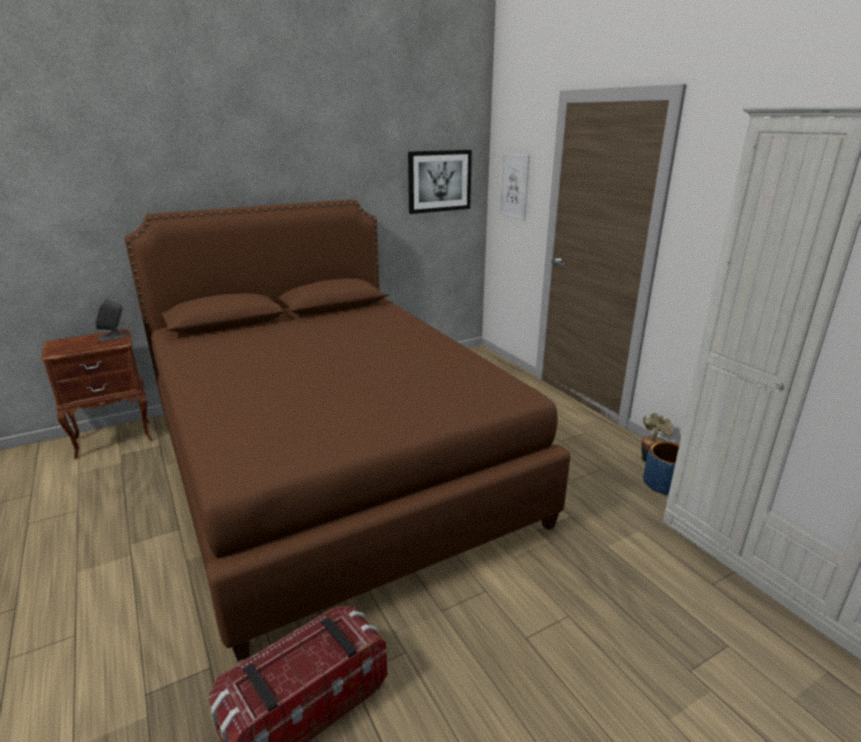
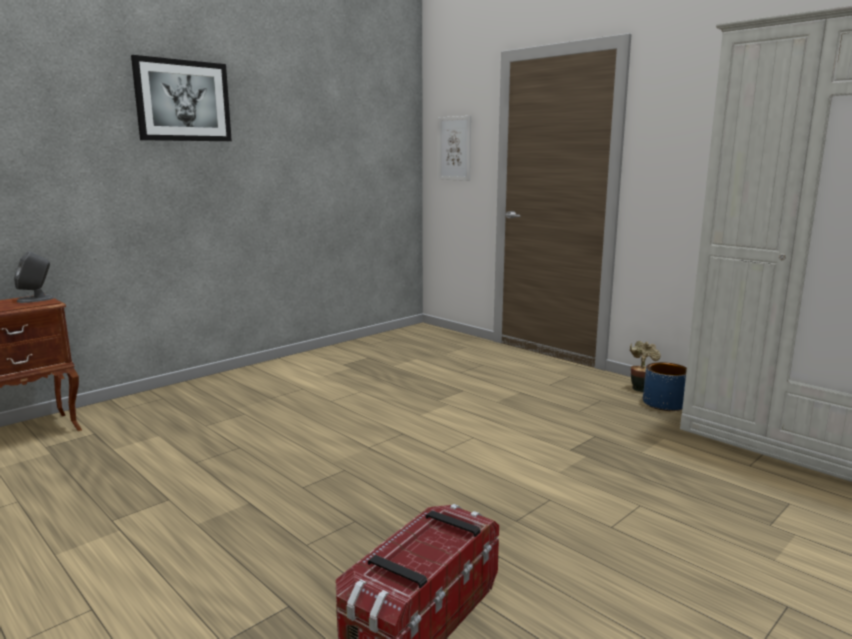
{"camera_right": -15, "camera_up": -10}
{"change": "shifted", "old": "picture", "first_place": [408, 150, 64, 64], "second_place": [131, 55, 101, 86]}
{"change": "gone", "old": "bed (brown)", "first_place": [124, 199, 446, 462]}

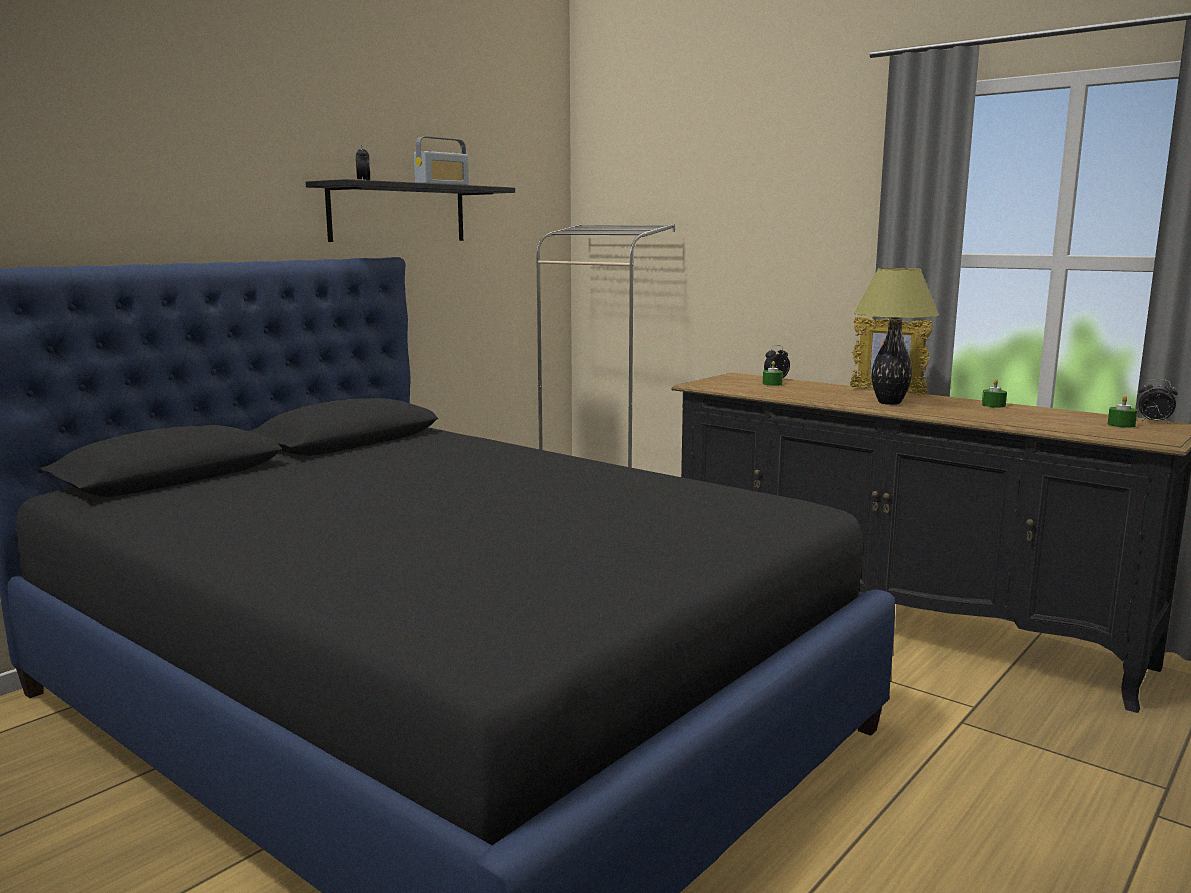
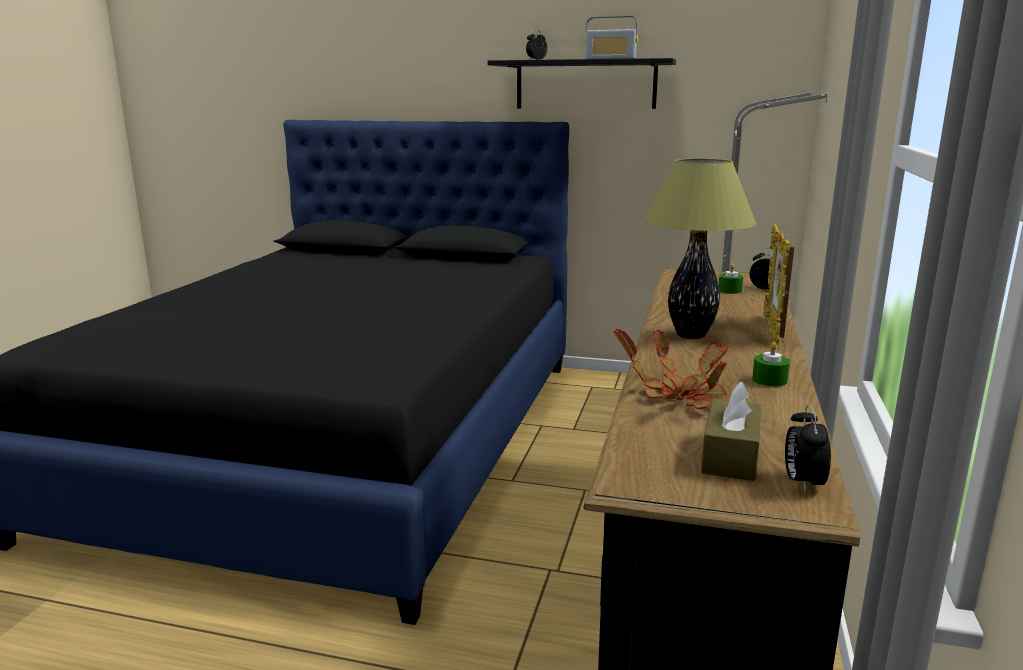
{"camera_right": 65, "camera_up": 5}
{"change": "new", "new": "potted plant", "second_place": [613, 328, 117, 81]}
{"change": "swapped", "old": "candle (green)", "new": "tissue box (brown)", "first_place": [1107, 396, 31, 32], "second_place": [701, 381, 61, 100]}

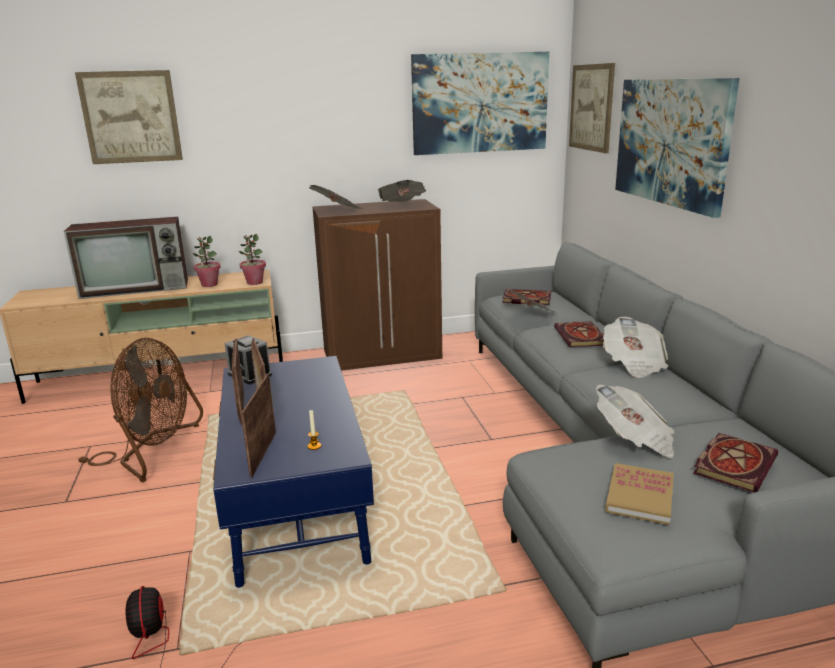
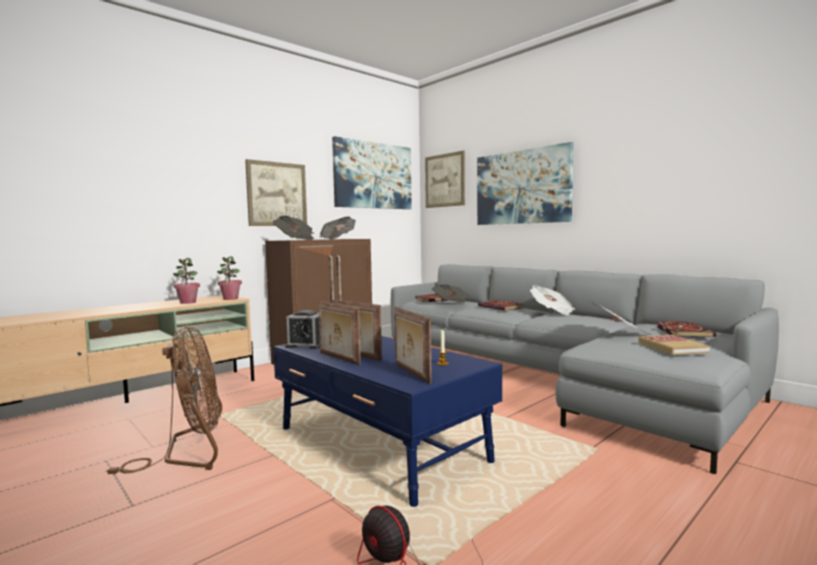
{"camera_right": -30, "camera_up": -15}
{"change": "shifted", "old": "picture", "first_place": [75, 70, 108, 94], "second_place": [245, 159, 62, 67]}
{"change": "gone", "old": "television", "first_place": [64, 217, 124, 82]}

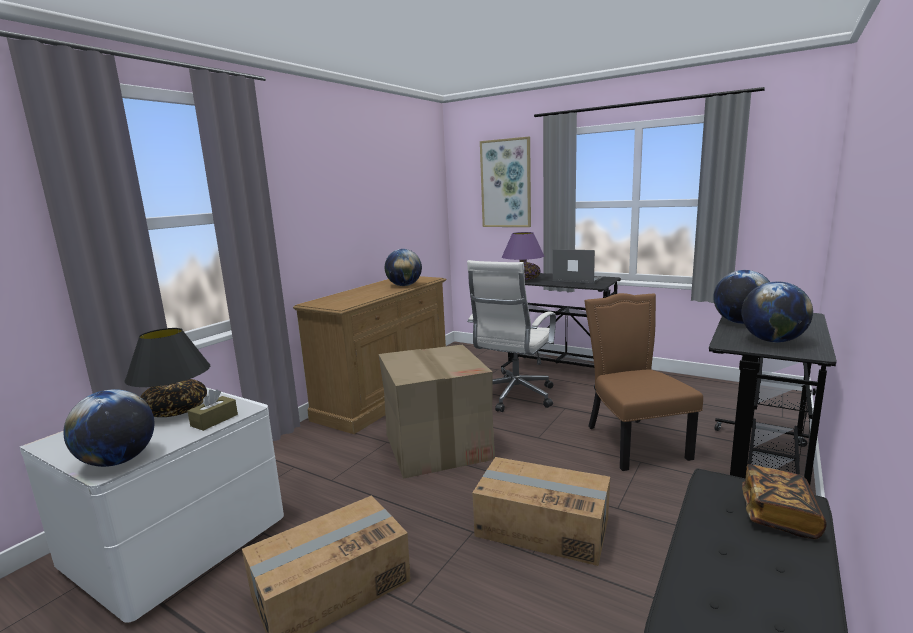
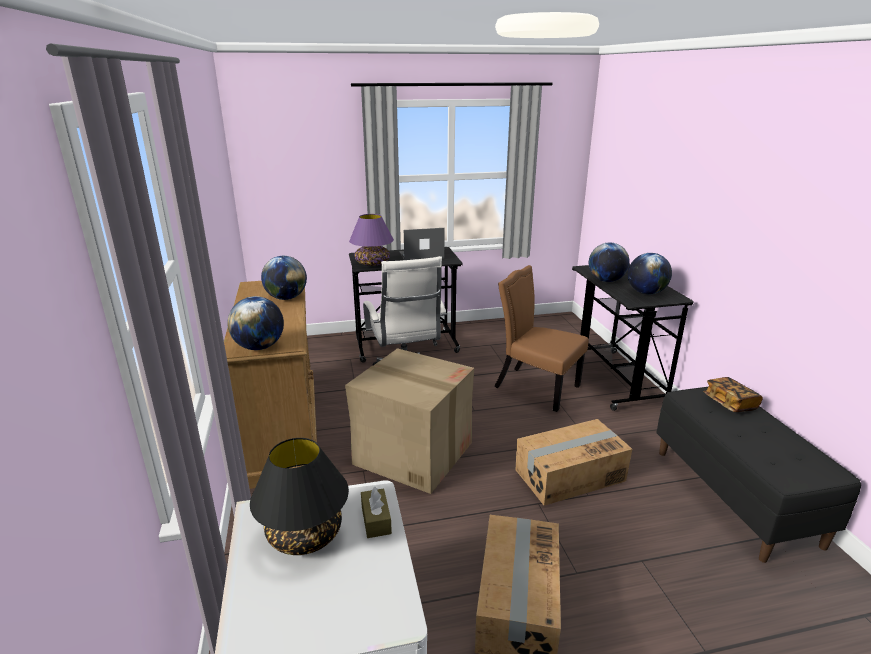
{"camera_right": -45, "camera_up": 10}
{"change": "shifted", "old": "globe", "first_place": [63, 389, 91, 78], "second_place": [227, 296, 57, 54]}
{"change": "gone", "old": "picture", "first_place": [480, 137, 51, 90]}

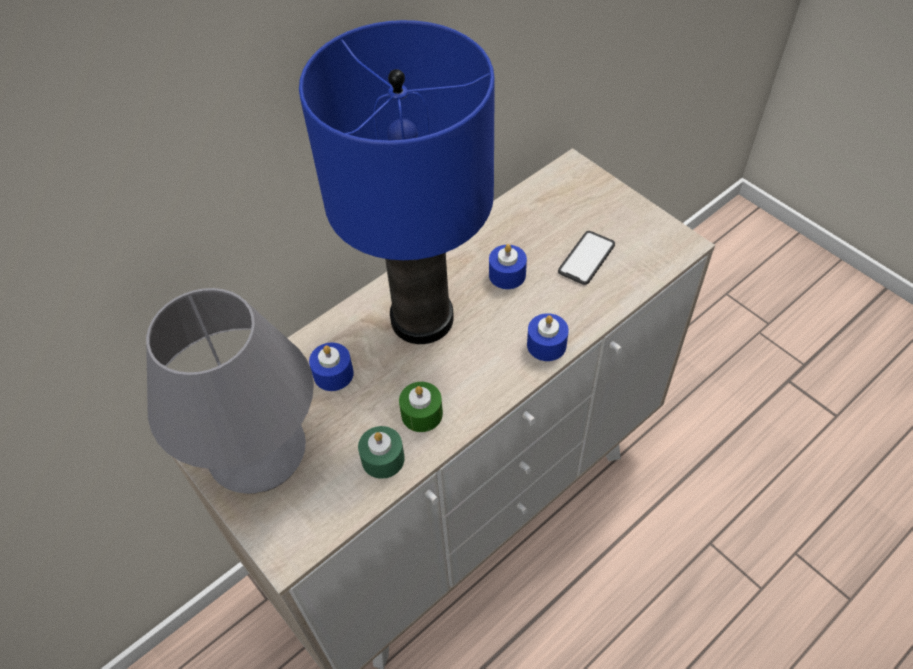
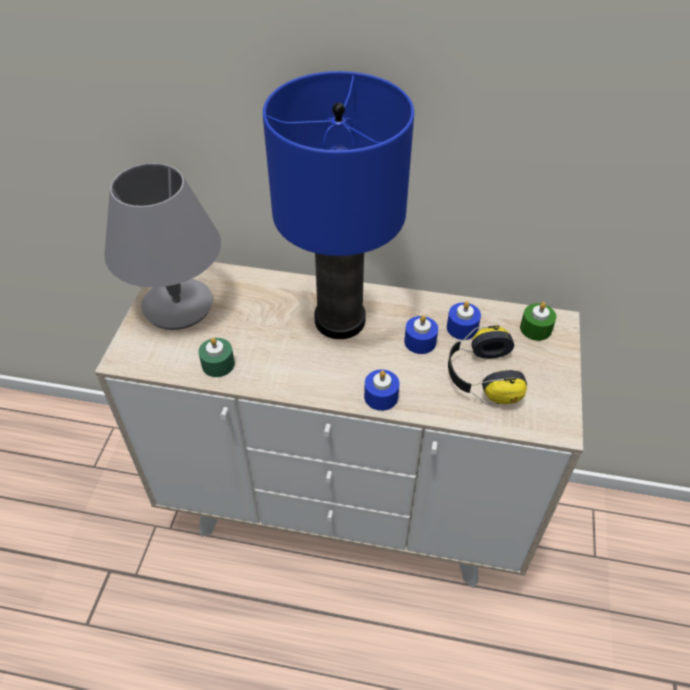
{"camera_right": 50, "camera_up": -5}
{"change": "shifted", "old": "candle (blue)", "first_place": [309, 342, 45, 49], "second_place": [447, 301, 34, 39]}
{"change": "swapped", "old": "phone", "new": "headphones", "first_place": [558, 231, 57, 54], "second_place": [448, 325, 79, 79]}
{"change": "shifted", "old": "candle (green)", "first_place": [399, 382, 44, 50], "second_place": [520, 302, 36, 39]}

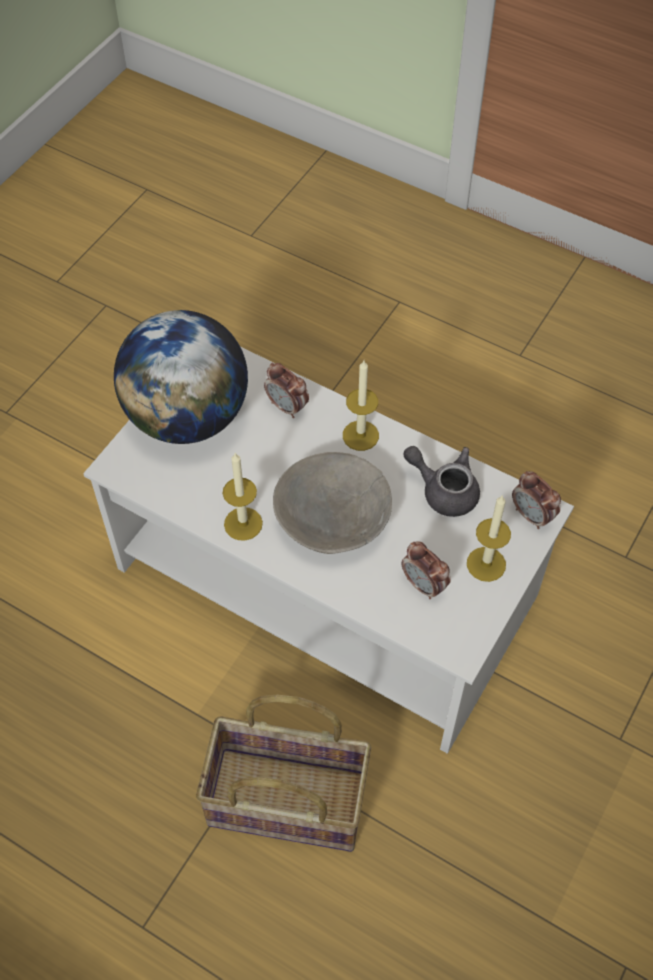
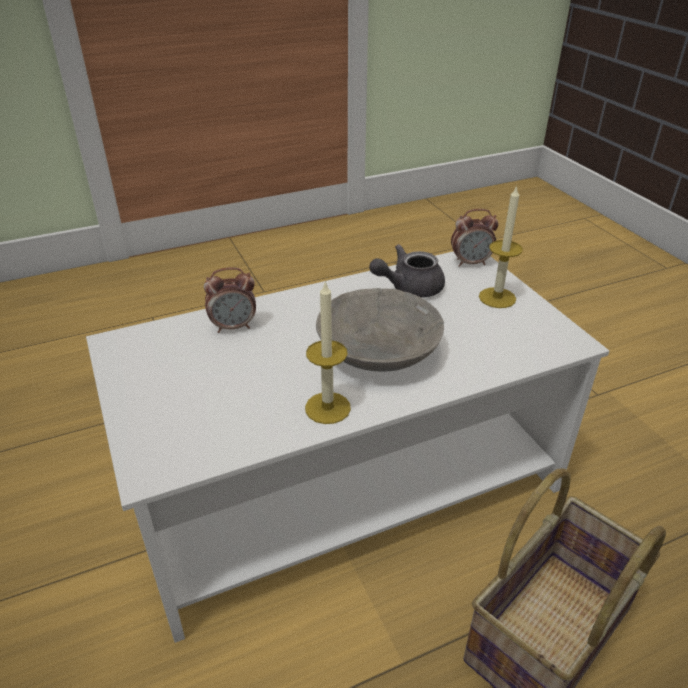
{"camera_right": -55, "camera_up": -20}
{"change": "gone", "old": "globe", "first_place": [114, 310, 134, 134]}
{"change": "gone", "old": "candle", "first_place": [343, 361, 36, 90]}
{"change": "gone", "old": "alarm clock", "first_place": [401, 541, 50, 58]}

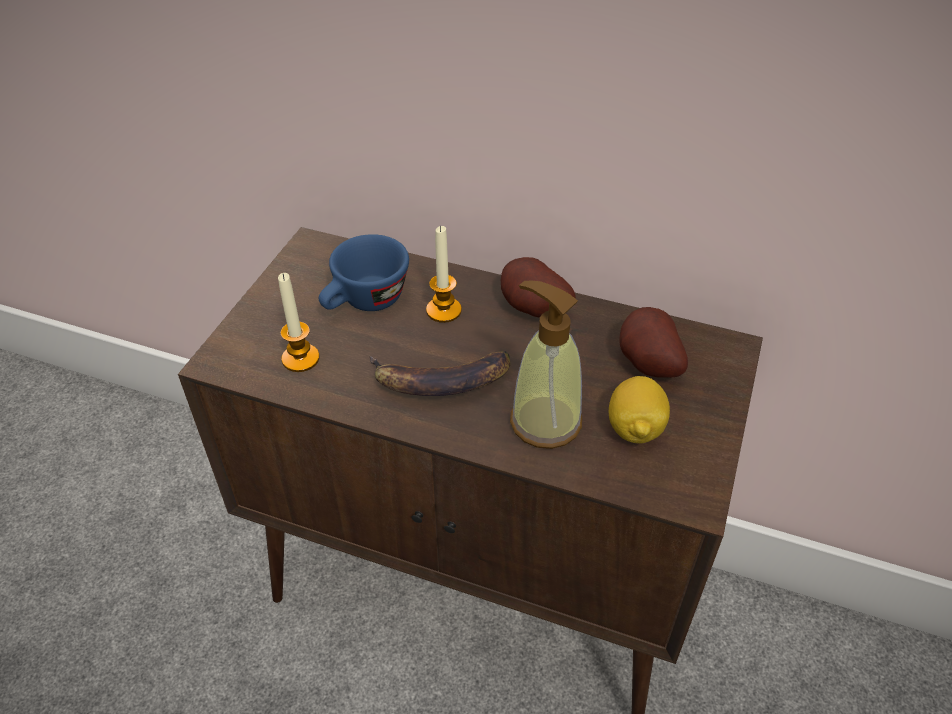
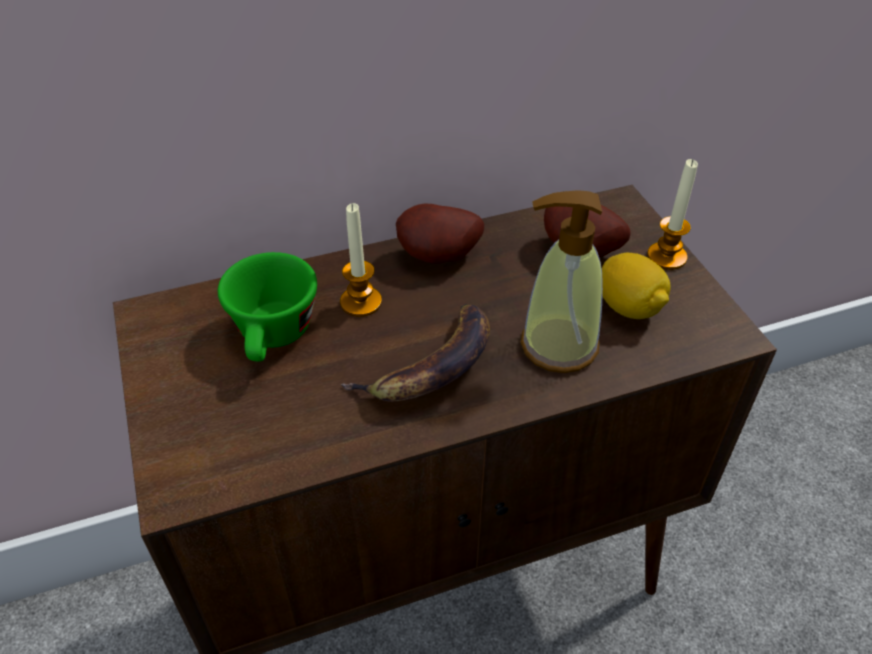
{"camera_right": -40, "camera_up": 0}
{"change": "repainted", "old": "cup (blue)", "new": "cup (green)", "first_place": [319, 234, 90, 77], "second_place": [218, 252, 99, 110]}
{"change": "shifted", "old": "candle", "first_place": [278, 273, 42, 99], "second_place": [647, 159, 51, 111]}

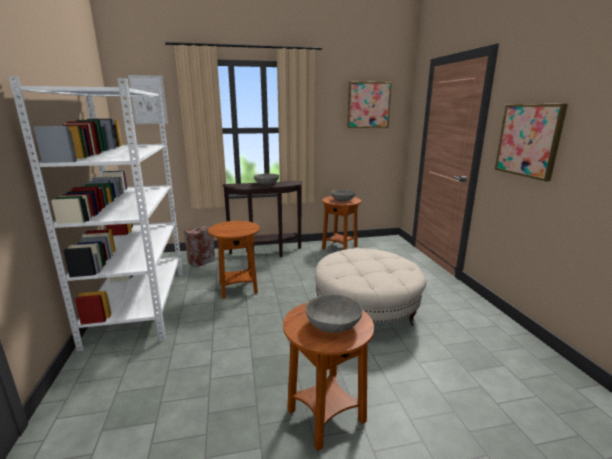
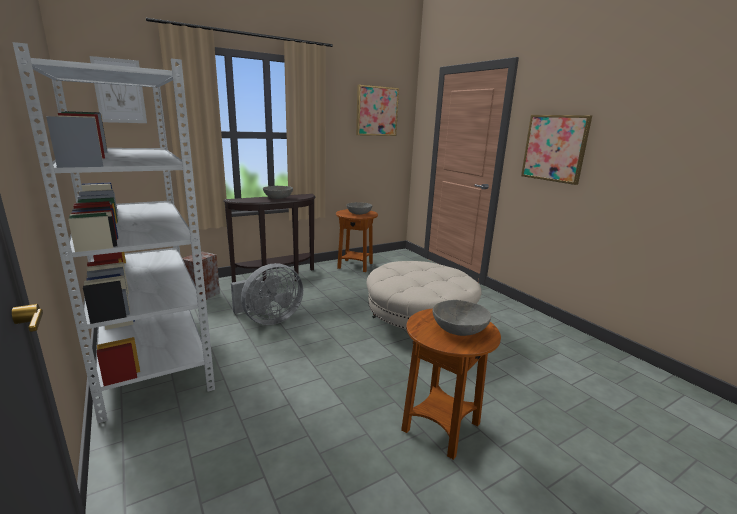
{"camera_right": -20, "camera_up": 0}
{"change": "swapped", "old": "side table (brown)", "new": "fan (grey)", "first_place": [208, 221, 52, 77], "second_place": [231, 263, 72, 62]}

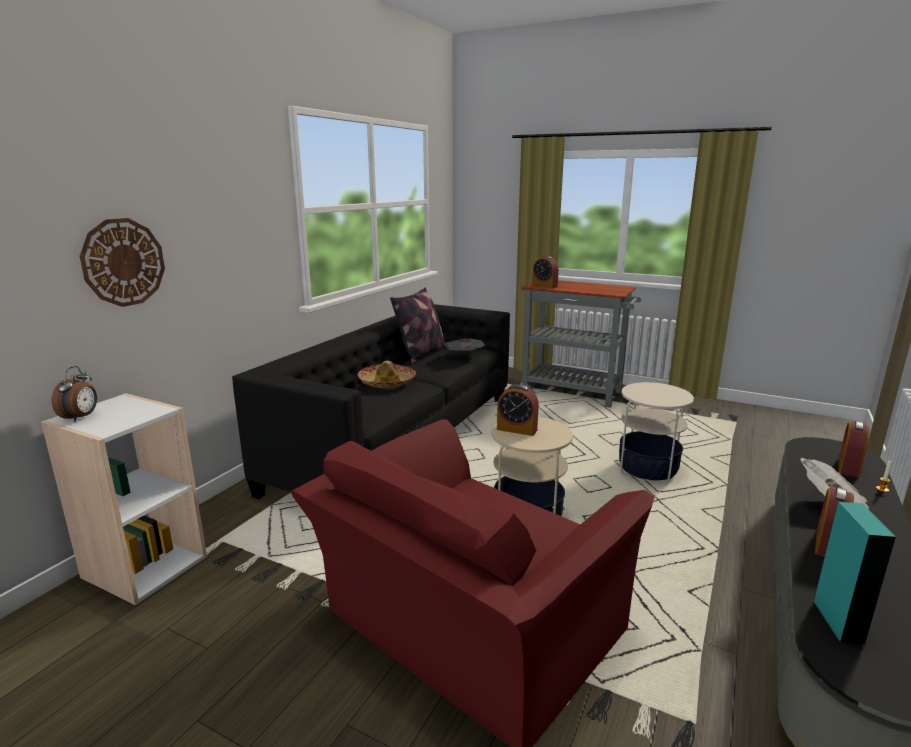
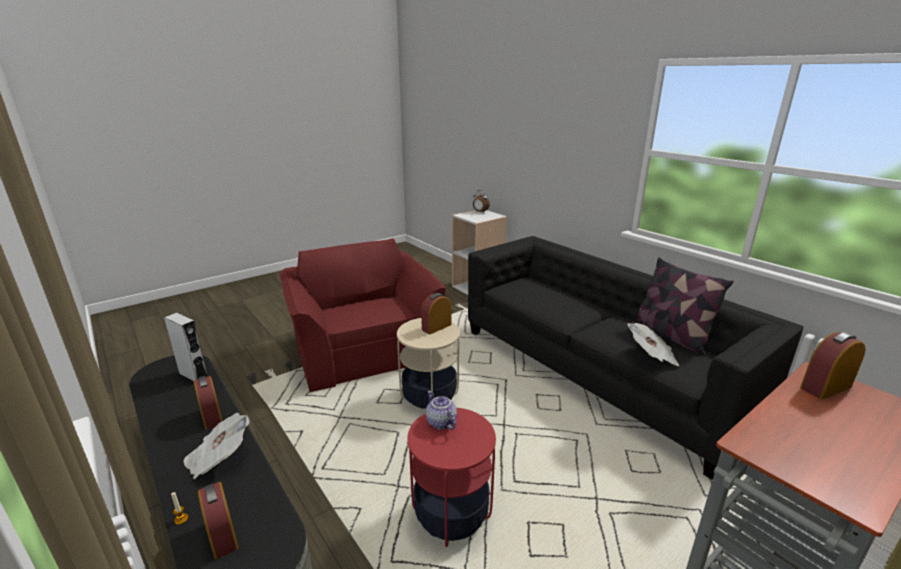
{"camera_right": 115, "camera_up": 5}
{"change": "repainted", "old": "speaker (turquoise)", "new": "speaker (grey)", "first_place": [813, 502, 83, 144], "second_place": [164, 313, 44, 69]}
{"change": "repainted", "old": "side table (beige)", "new": "side table (red)", "first_place": [619, 382, 75, 102], "second_place": [407, 408, 89, 139]}
{"change": "new", "new": "teapot", "second_place": [426, 391, 31, 39]}
{"change": "gone", "old": "wall clock", "first_place": [80, 218, 85, 89]}
{"change": "gone", "old": "hat", "first_place": [358, 361, 58, 27]}

